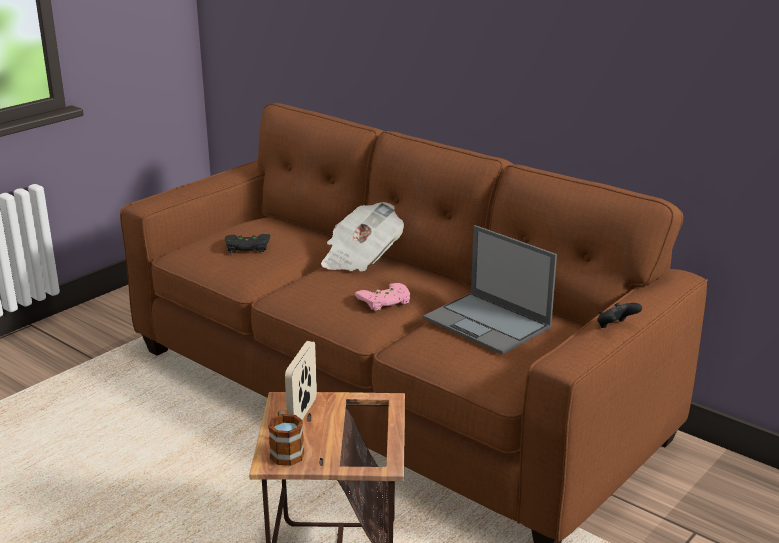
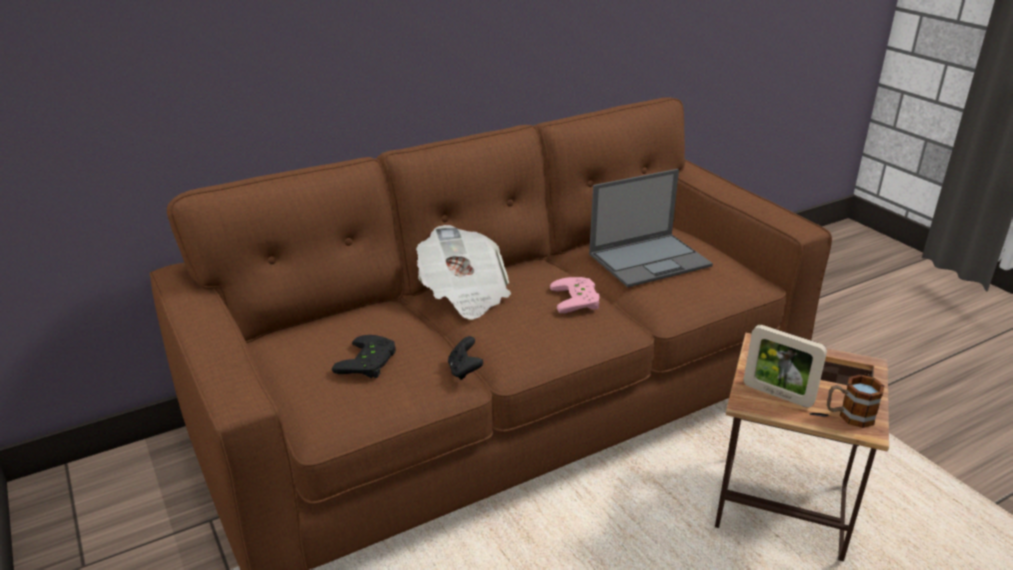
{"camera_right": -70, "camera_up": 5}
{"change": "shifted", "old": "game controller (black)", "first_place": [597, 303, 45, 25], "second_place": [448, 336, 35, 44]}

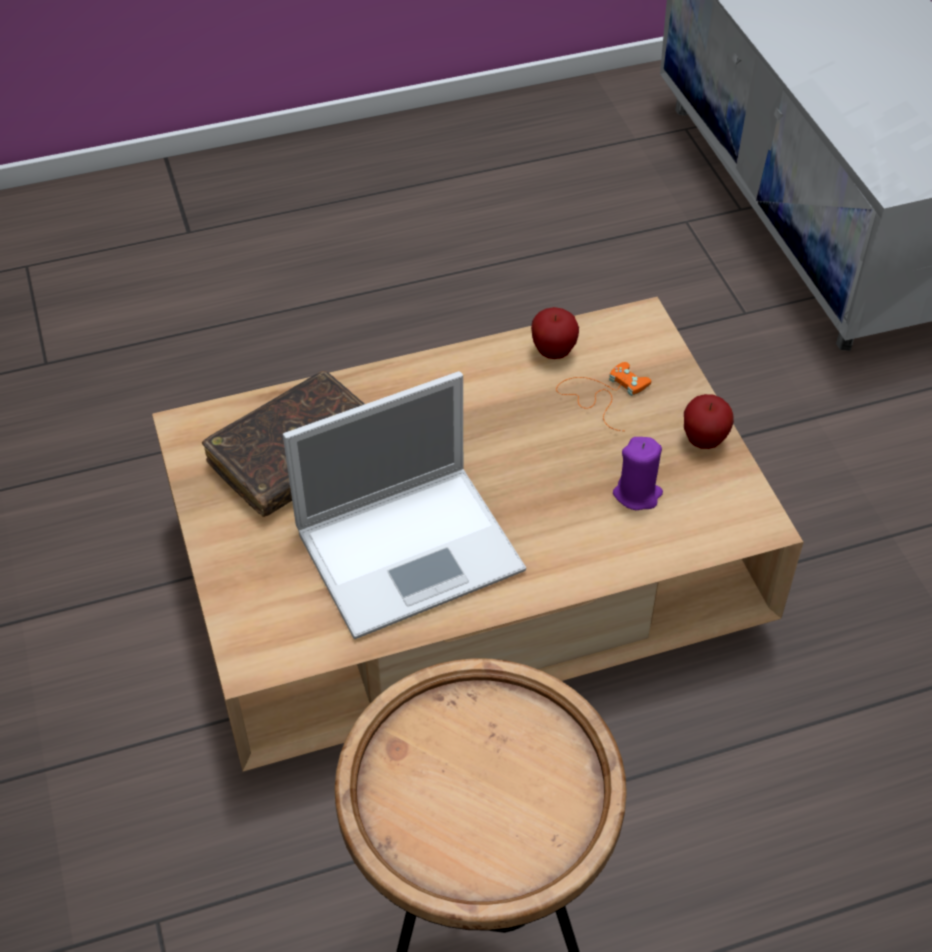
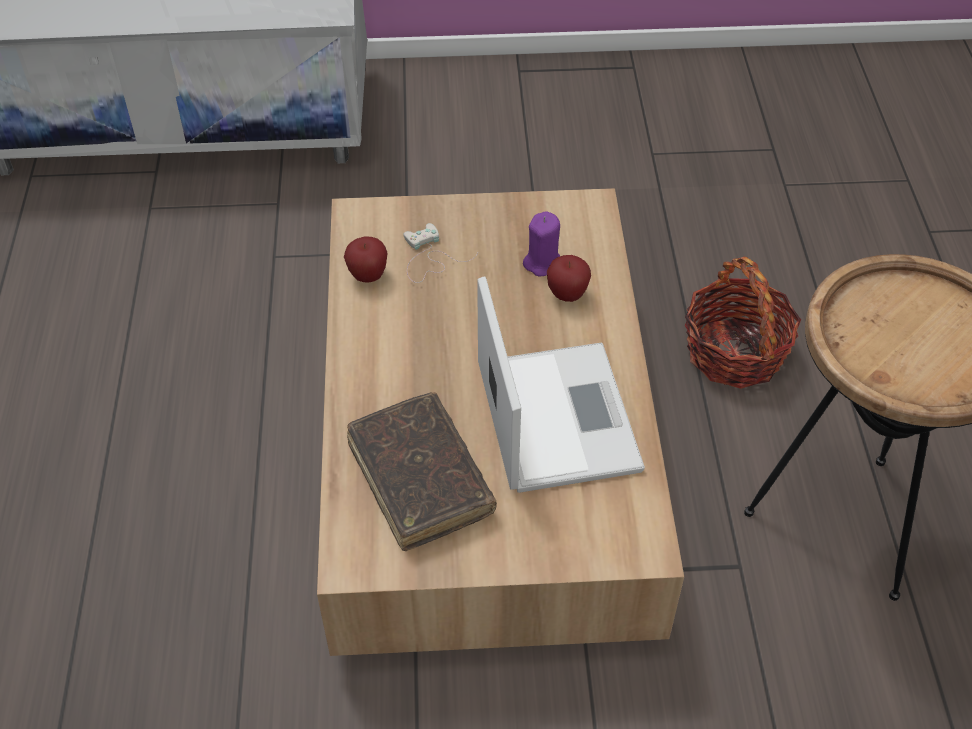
{"camera_right": -75, "camera_up": 0}
{"change": "repainted", "old": "game controller (orange)", "new": "game controller (white)", "first_place": [556, 362, 95, 69], "second_place": [403, 223, 75, 60]}
{"change": "shifted", "old": "apple", "first_place": [684, 394, 50, 55], "second_place": [547, 255, 44, 47]}
{"change": "new", "new": "basket", "second_place": [685, 257, 116, 132]}

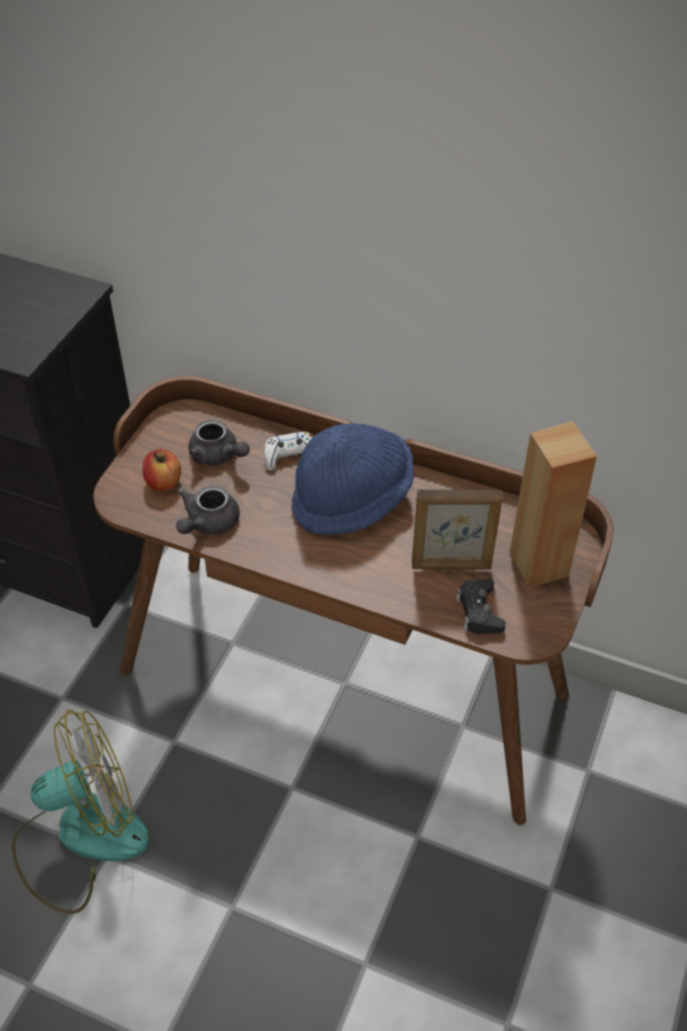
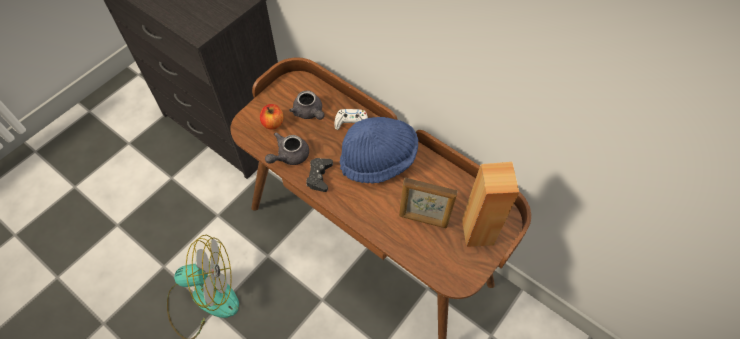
{"camera_right": 15, "camera_up": 10}
{"change": "shifted", "old": "game controller (black)", "first_place": [456, 578, 50, 56], "second_place": [306, 158, 27, 34]}

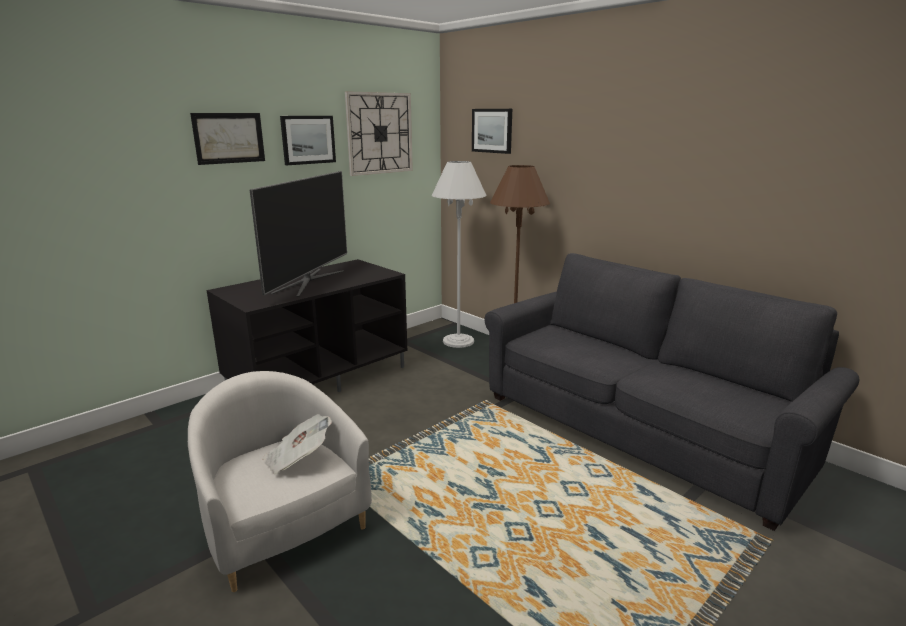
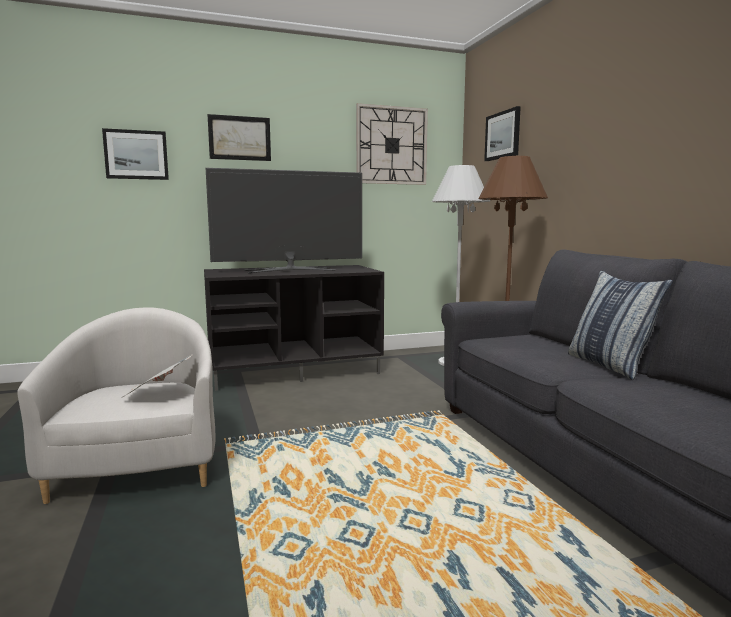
{"camera_right": 25, "camera_up": -10}
{"change": "shifted", "old": "picture", "first_place": [280, 116, 56, 49], "second_place": [102, 128, 67, 52]}
{"change": "rotated", "old": "television", "first_place": [250, 171, 97, 126], "second_place": [206, 168, 156, 105], "degrees": -150}
{"change": "new", "new": "pillow", "second_place": [568, 271, 105, 109]}

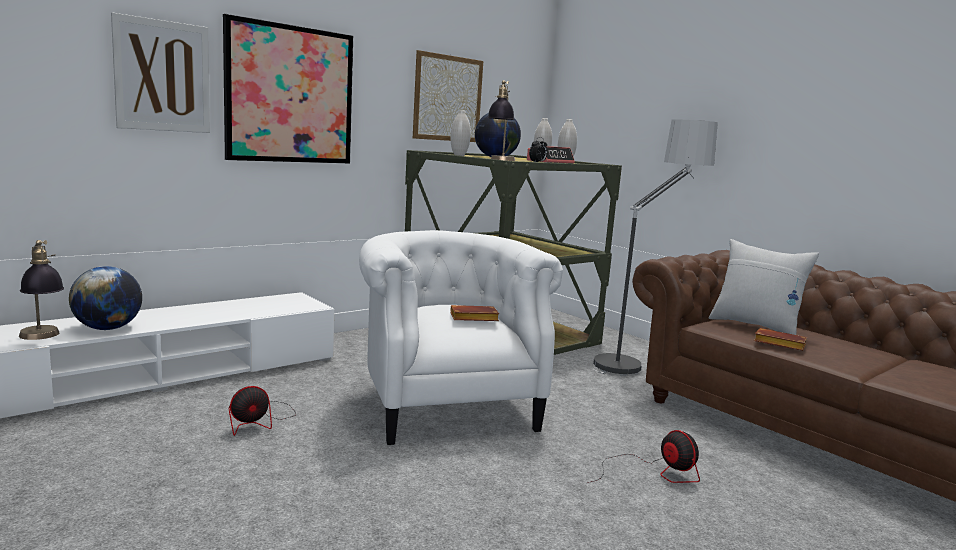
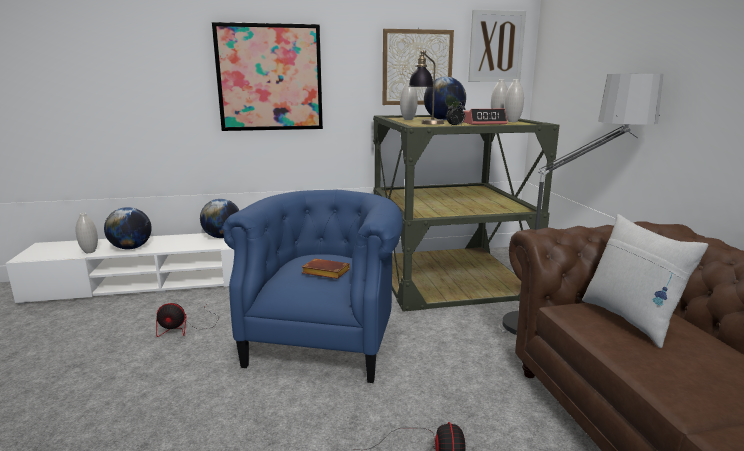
{"camera_right": 30, "camera_up": 5}
{"change": "swapped", "old": "table lamp", "new": "vase (white)", "first_place": [19, 240, 45, 100], "second_place": [76, 213, 22, 40]}
{"change": "new", "new": "globe", "second_place": [200, 199, 40, 39]}
{"change": "repainted", "old": "armchair (white)", "new": "armchair (blue)", "first_place": [359, 230, 204, 215], "second_place": [222, 190, 181, 193]}
{"change": "shifted", "old": "picture", "first_place": [111, 12, 99, 121], "second_place": [468, 9, 58, 73]}
{"change": "gone", "old": "book (brown)", "first_place": [754, 328, 53, 23]}

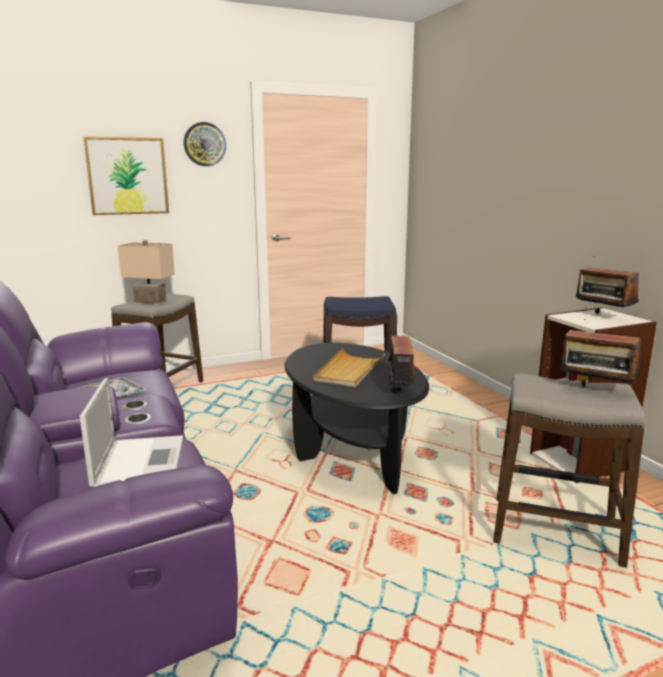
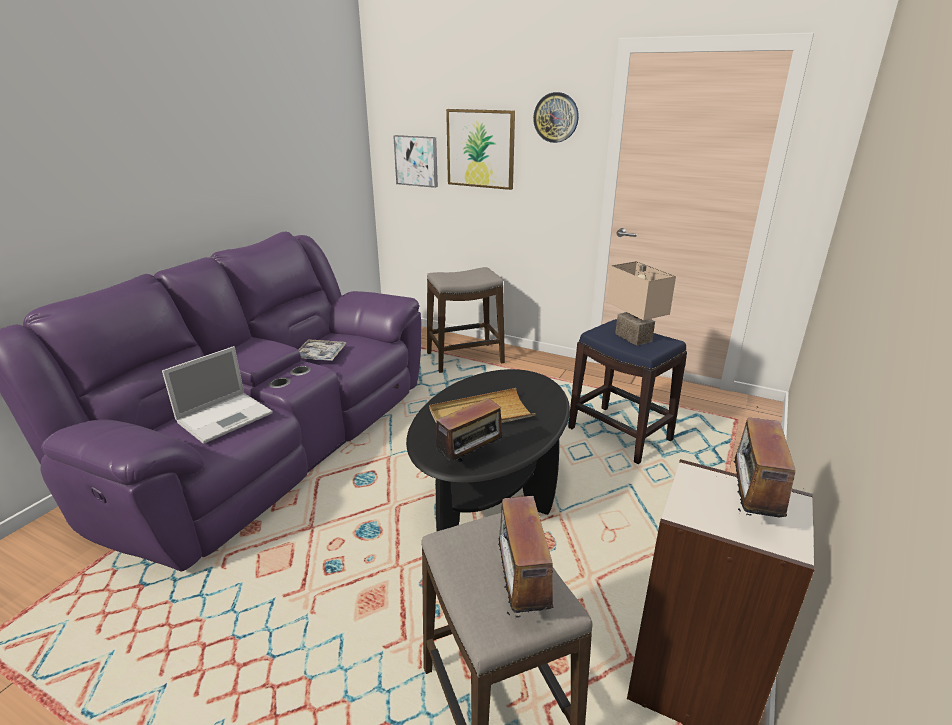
{"camera_right": 50, "camera_up": 10}
{"change": "new", "new": "picture", "second_place": [393, 135, 45, 53]}
{"change": "shifted", "old": "table lamp (beige)", "first_place": [118, 240, 57, 64], "second_place": [607, 261, 69, 85]}

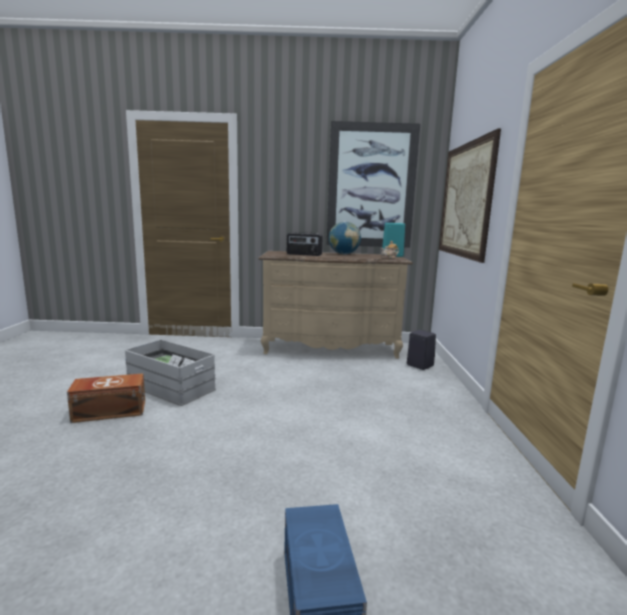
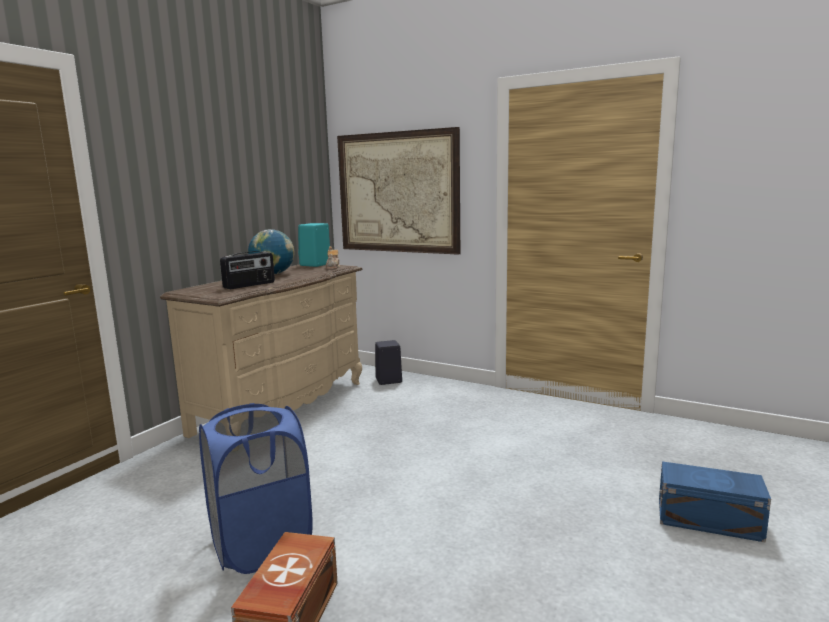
{"camera_right": -60, "camera_up": 0}
{"change": "swapped", "old": "storage box (grey)", "new": "laundry basket (blue)", "first_place": [125, 340, 91, 66], "second_place": [199, 403, 114, 171]}
{"change": "gone", "old": "picture", "first_place": [326, 121, 94, 127]}

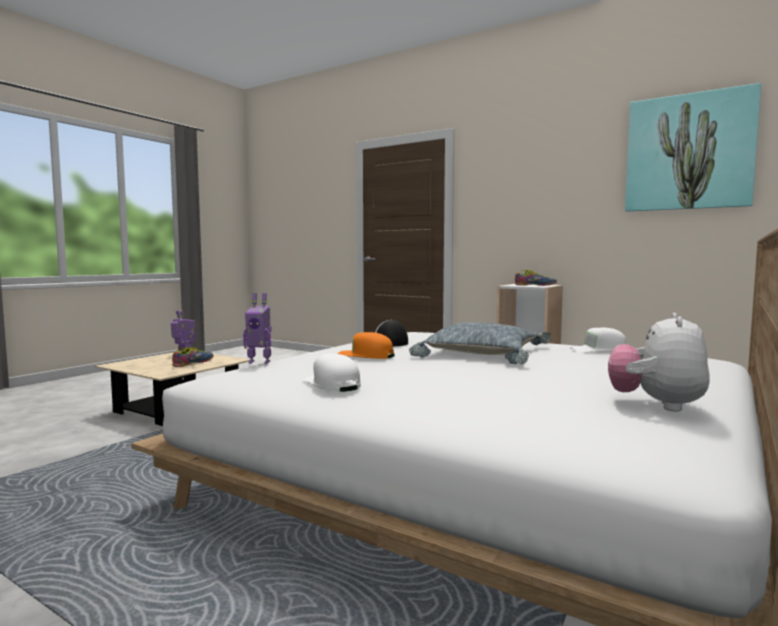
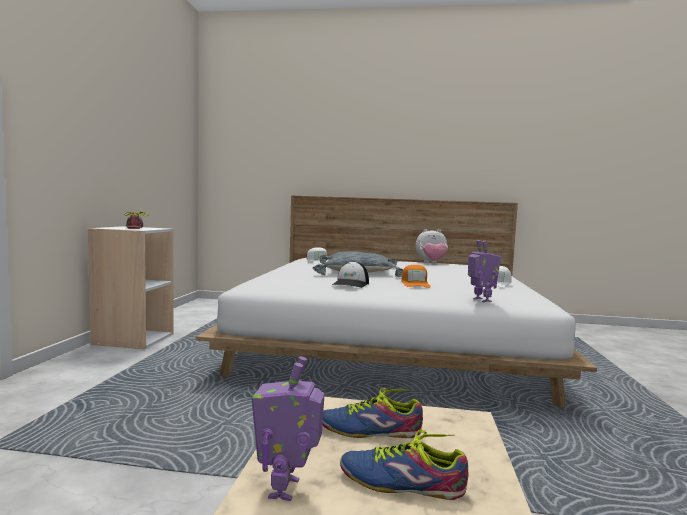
{"camera_right": -115, "camera_up": 0}
{"change": "new", "new": "shoe", "second_place": [340, 430, 128, 70]}
{"change": "gone", "old": "picture", "first_place": [625, 83, 136, 128]}

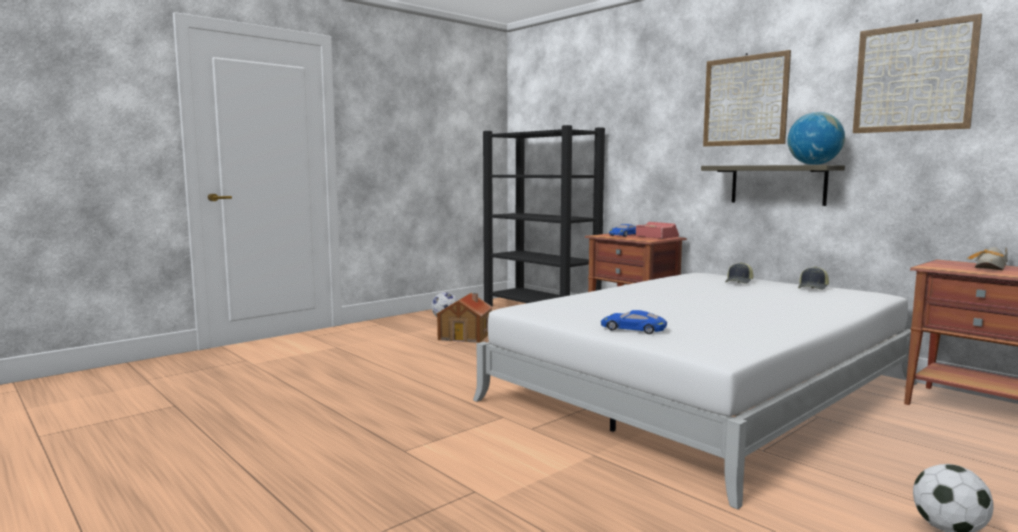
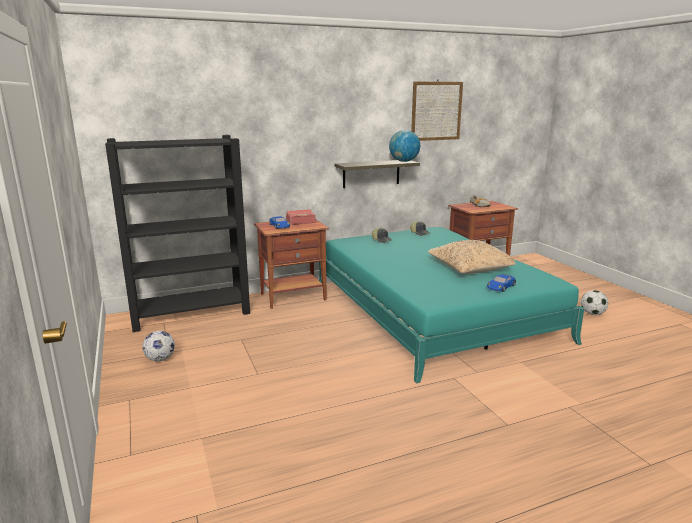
{"camera_right": -70, "camera_up": 10}
{"change": "repainted", "old": "bed (white)", "new": "bed (turquoise)", "first_place": [473, 273, 444, 236], "second_place": [319, 227, 266, 156]}
{"change": "new", "new": "pillow (beige)", "second_place": [428, 240, 88, 34]}
{"change": "gone", "old": "toy house", "first_place": [436, 293, 57, 50]}
{"change": "gone", "old": "picture", "first_place": [703, 50, 88, 96]}

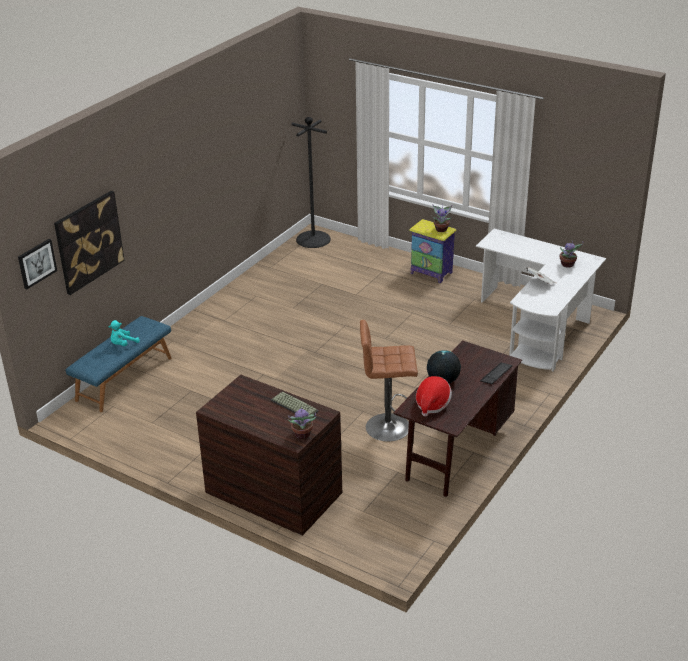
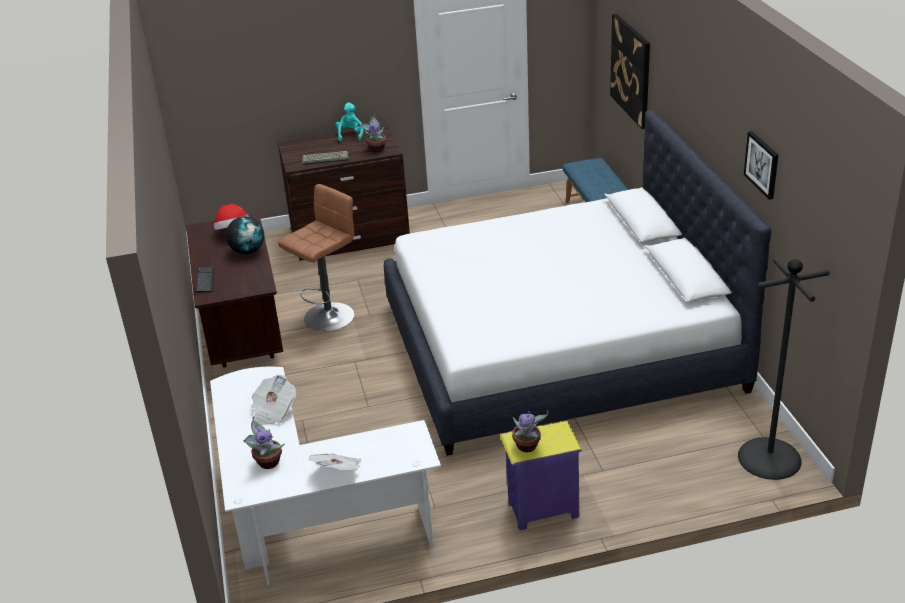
{"camera_right": 135, "camera_up": 0}
{"change": "new", "new": "newspaper", "second_place": [309, 453, 53, 17]}
{"change": "shifted", "old": "plush toy (turquoise)", "first_place": [109, 320, 31, 26], "second_place": [336, 103, 28, 38]}
{"change": "shifted", "old": "potted plant", "first_place": [288, 407, 28, 32], "second_place": [359, 114, 27, 38]}
{"change": "new", "new": "bed (white)", "second_place": [384, 110, 387, 346]}
{"change": "shifted", "old": "picture", "first_place": [18, 239, 39, 50], "second_place": [744, 131, 34, 69]}

